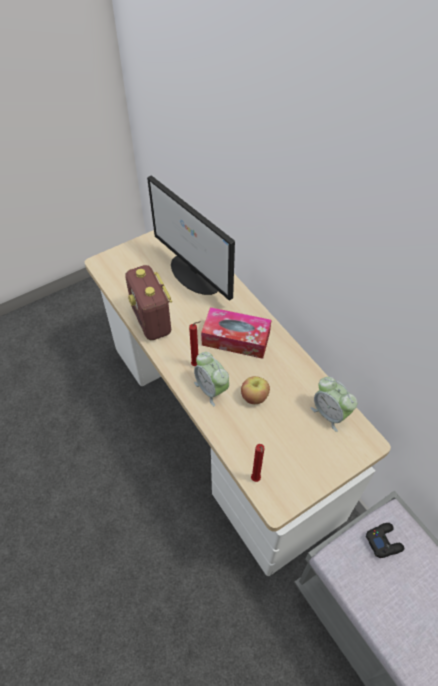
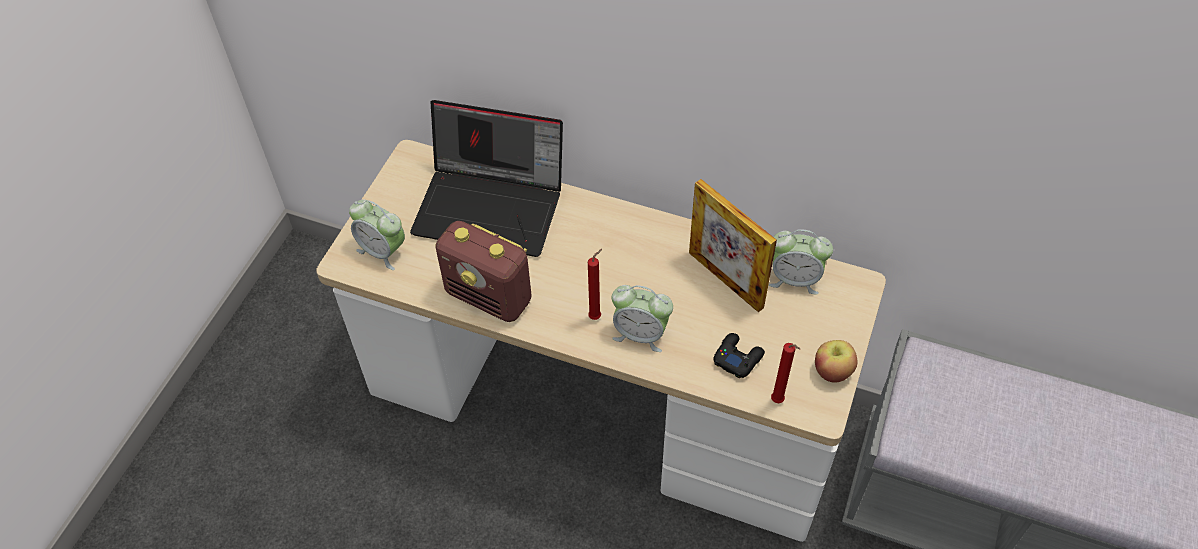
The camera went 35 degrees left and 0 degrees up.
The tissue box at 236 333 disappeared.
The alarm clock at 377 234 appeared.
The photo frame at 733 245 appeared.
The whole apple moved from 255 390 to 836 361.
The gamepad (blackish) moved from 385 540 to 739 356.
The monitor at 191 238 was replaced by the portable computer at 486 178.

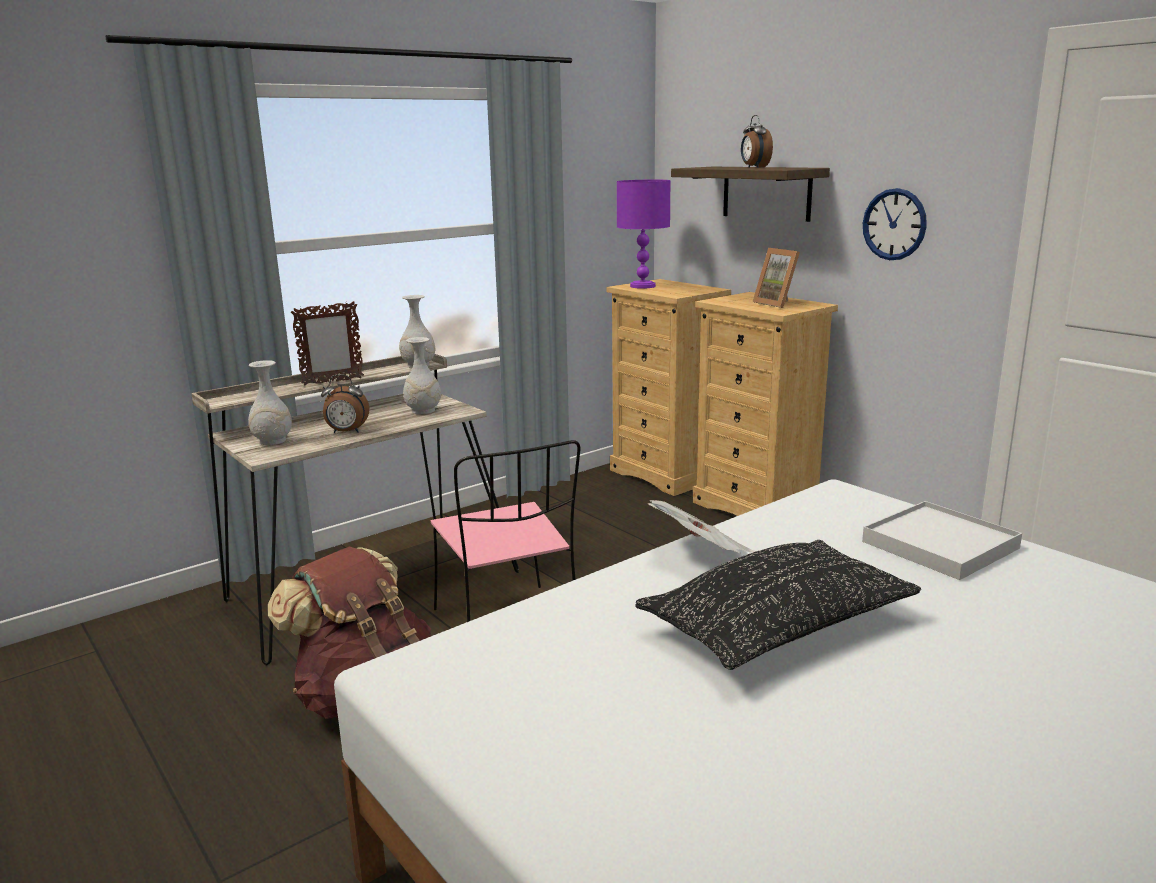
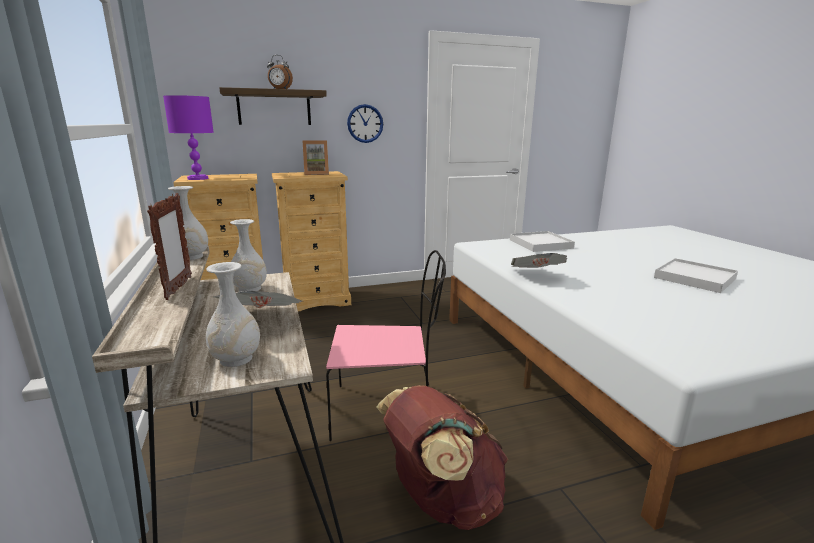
The camera went 70 degrees left and 0 degrees up.
The throw pillow (blackish) at 778 605 disappeared.
The carrying tray (white) at 696 275 appeared.
The alarm clock at 345 403 was replaced by the printed paper at 257 299.

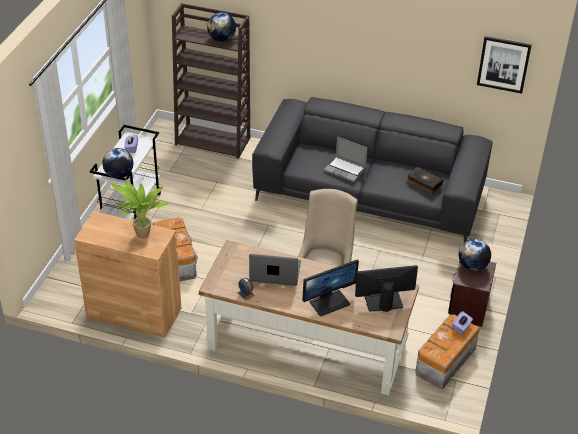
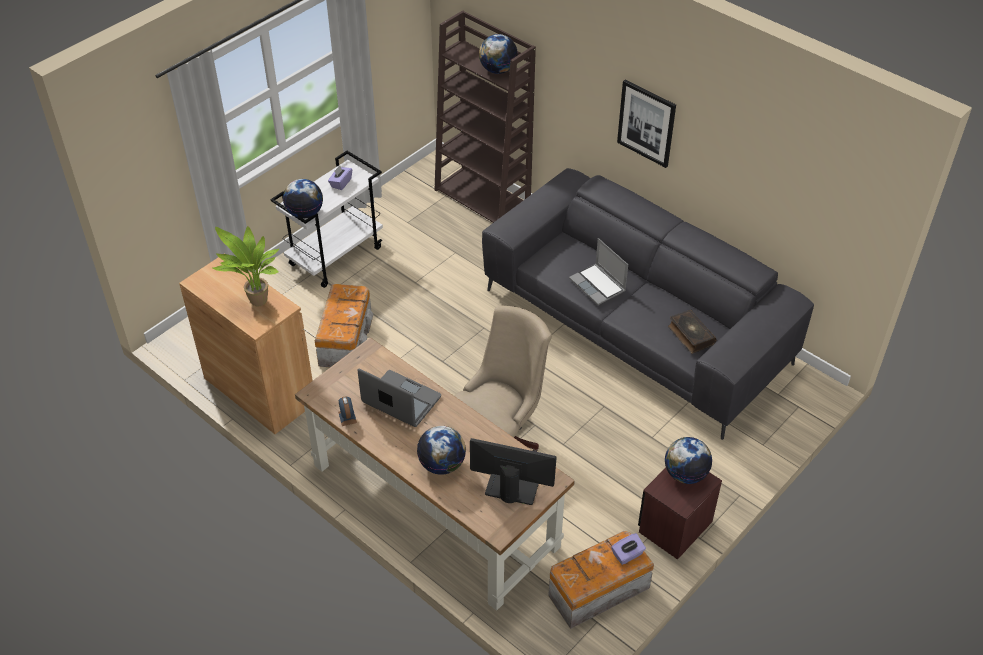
The camera went 25 degrees right and 5 degrees up.
The picture moved from 504 65 to 646 124.
The monitor at 330 287 was replaced by the desk globe at 441 450.

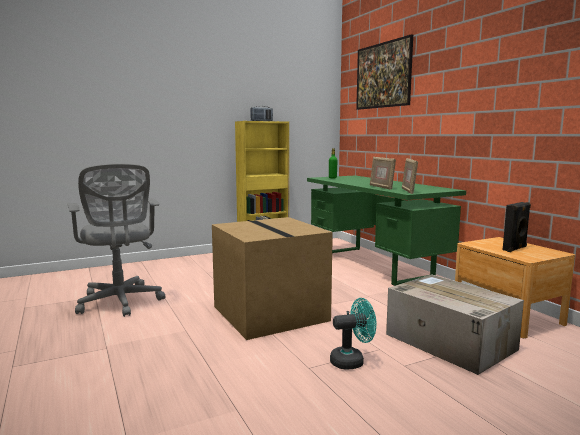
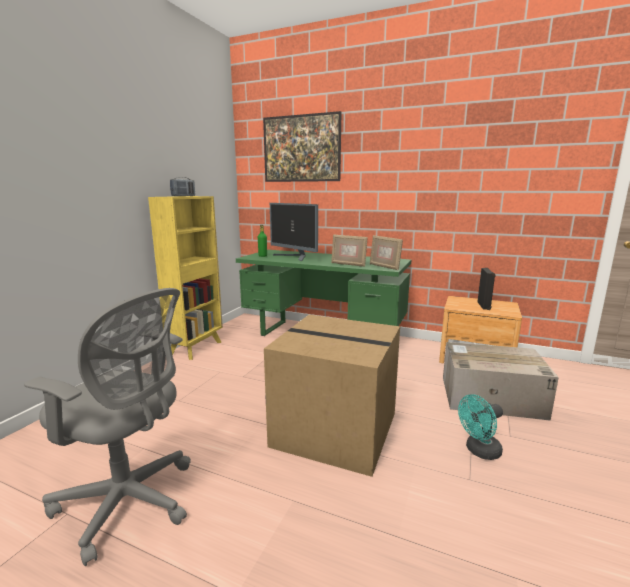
The camera went 40 degrees left and 5 degrees up.
The monitor at 294 232 appeared.
The electric fan (turquoise-coloured) at 353 334 turned 150 degrees counterclockwise.

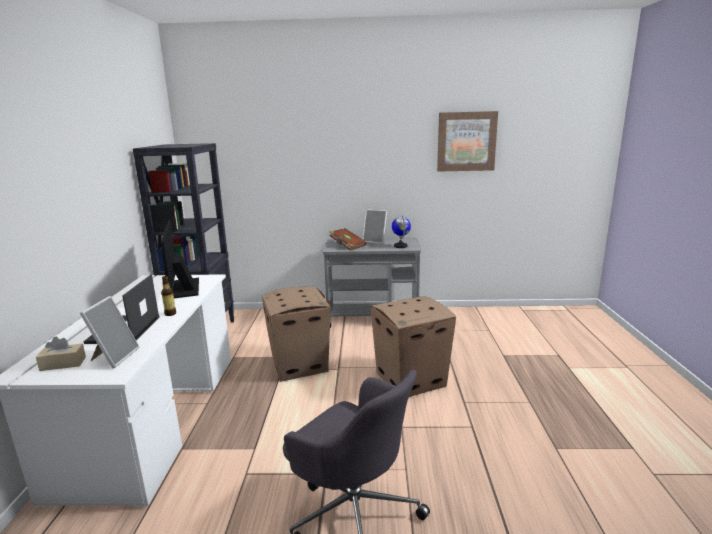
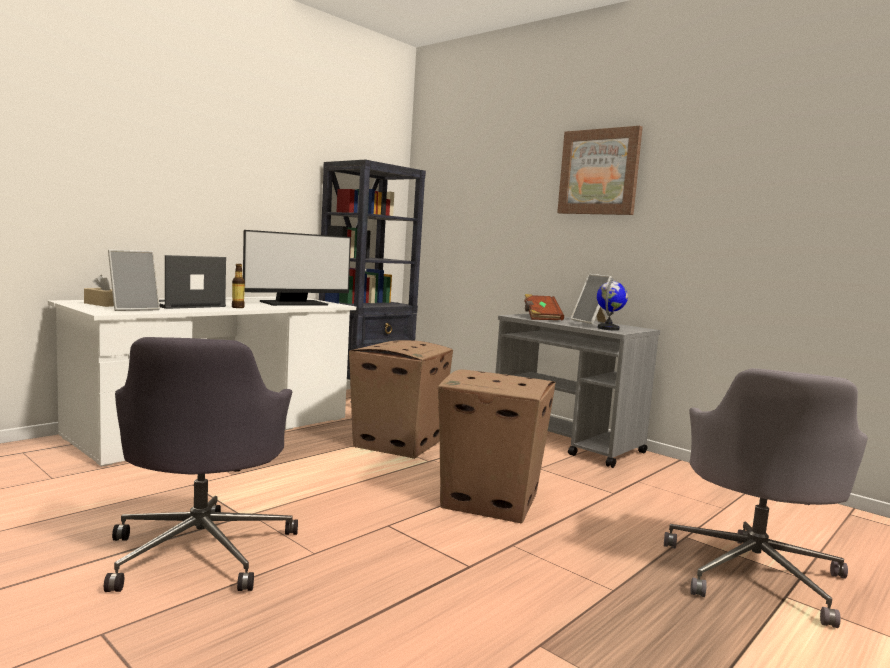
The camera went 40 degrees right and 10 degrees down.
The desk chair (greyish) at 766 498 appeared.
The picture moved from 467 141 to 600 170.
The monitor at 179 259 turned 150 degrees counterclockwise.

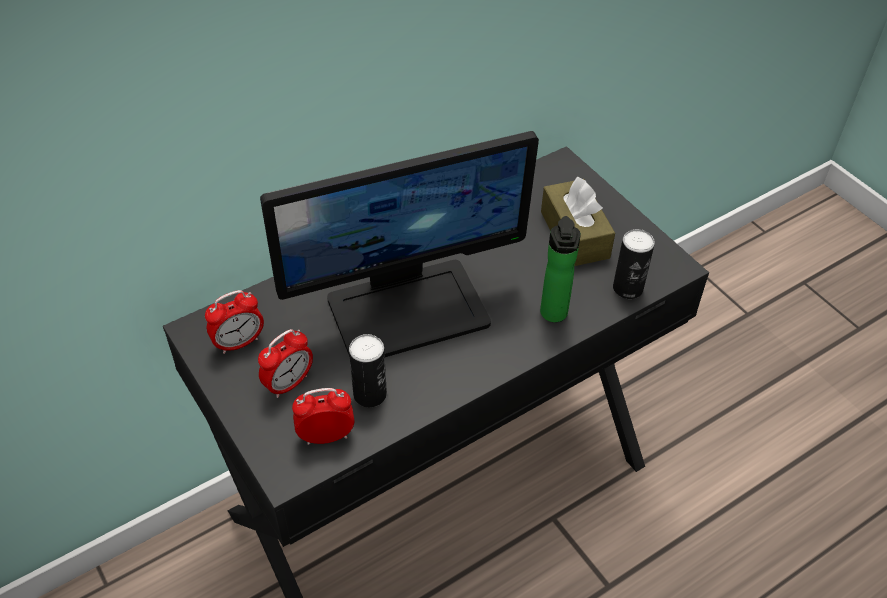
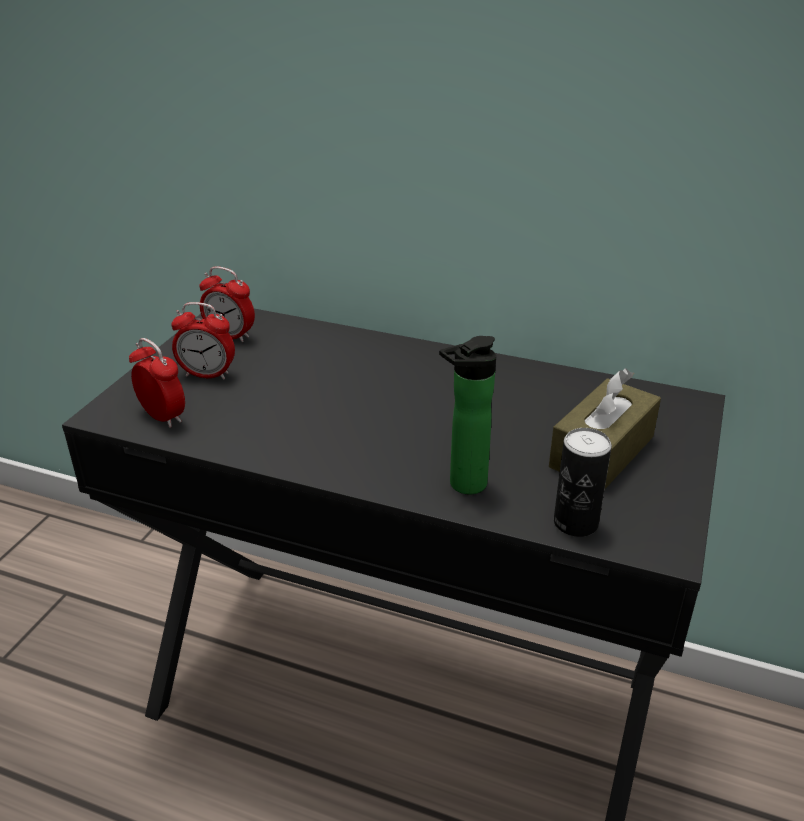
The camera went 55 degrees right and 15 degrees down.
The monitor at 399 244 disappeared.
The sealed can at 368 371 disappeared.

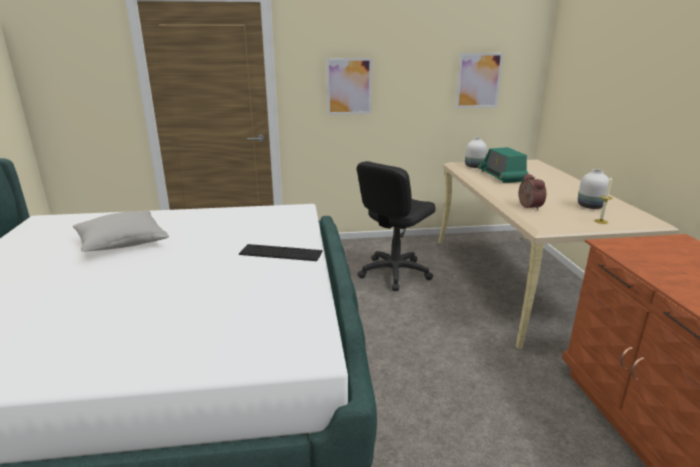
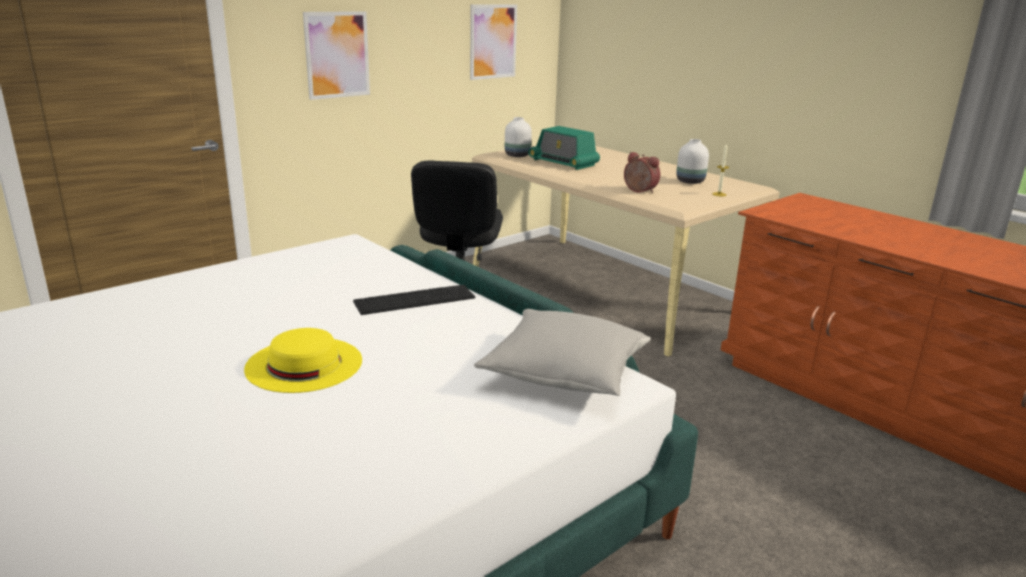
The camera went 35 degrees left and 0 degrees up.
The clothing hat (yellowish) at 303 360 appeared.
The throw pillow (greyish) moved from 121 231 to 562 352.

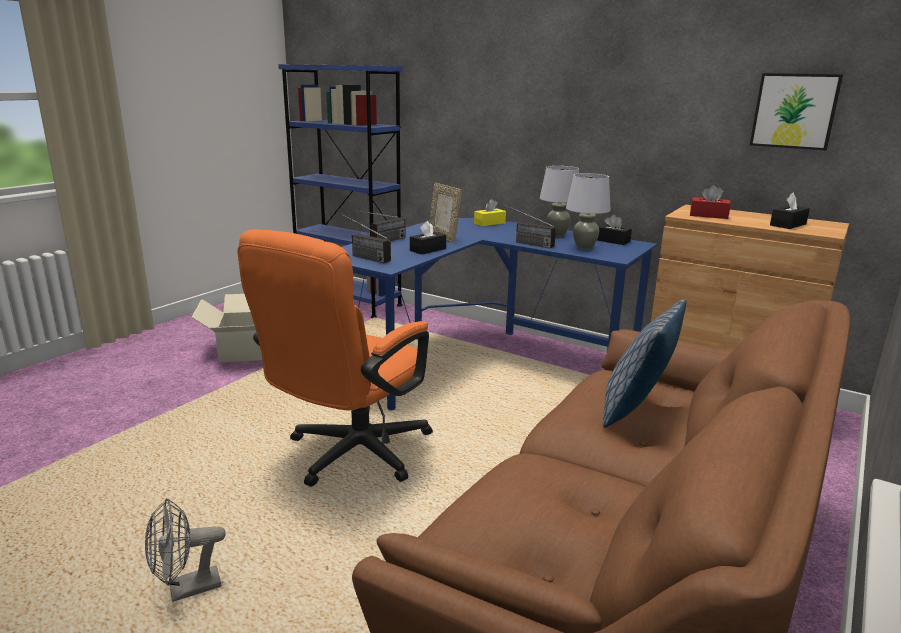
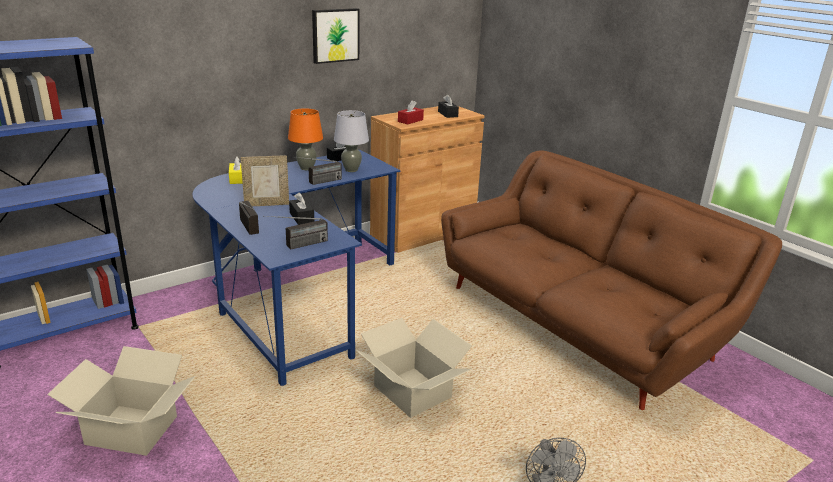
The camera went 70 degrees left and 5 degrees up.
The throw pillow at 644 363 disappeared.
The picture moved from 796 111 to 335 36.
The desk chair (orange) at 335 358 was replaced by the packing box at 414 368.
The lamp for a table (greyish) at 559 201 became the lamp for a table (orange) at 305 139.

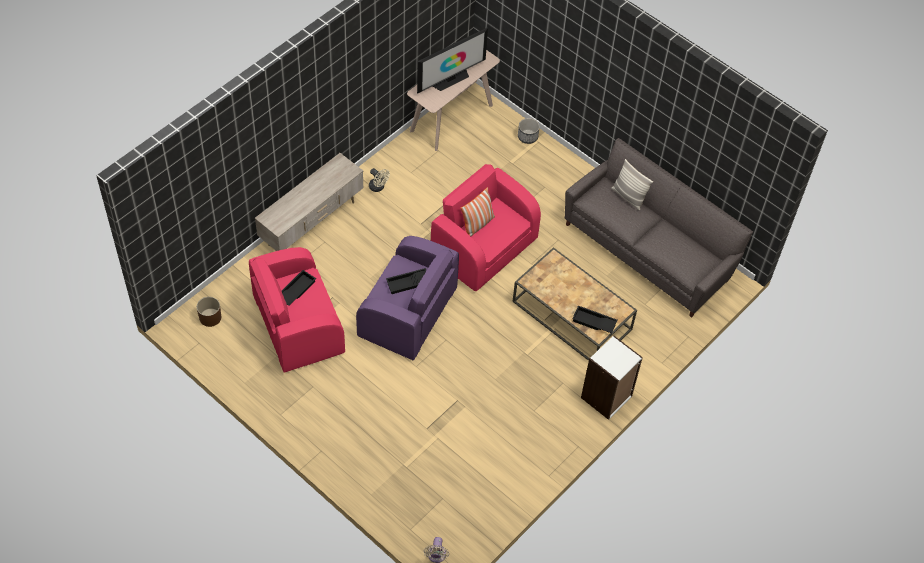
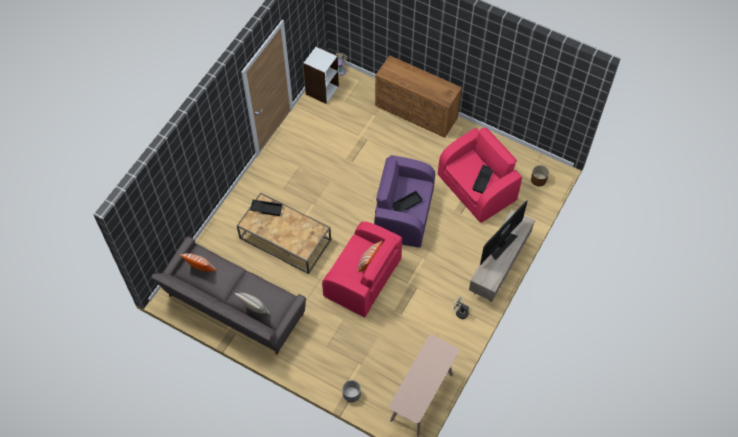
The camera went 170 degrees right and 5 degrees up.
The throw pillow at 198 262 appeared.
The dresser (brown-coloured) at 418 96 appeared.
The television moved from 452 60 to 504 233.
The shelving unit (white) moved from 612 377 to 321 75.

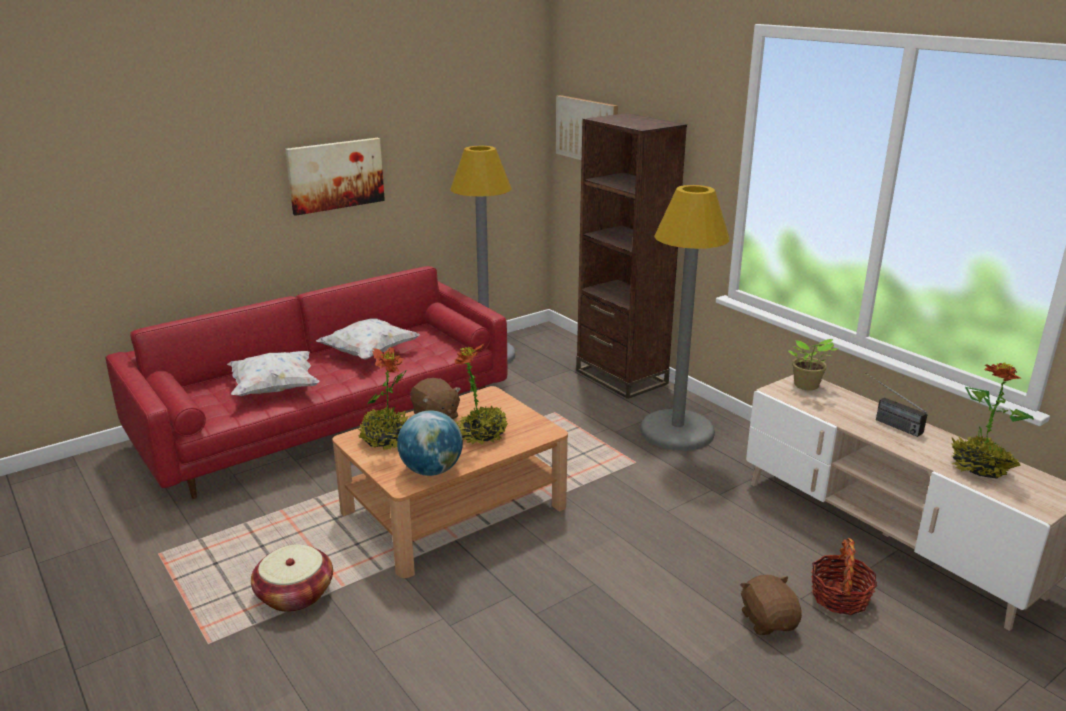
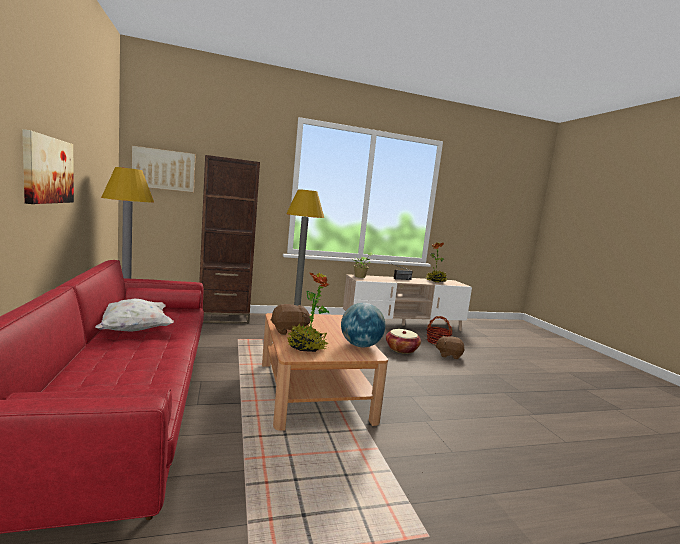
The camera went 70 degrees left and 15 degrees down.
The throw pillow (white) at 273 373 disappeared.
The plant in a pot at 481 394 disappeared.
The household basket moved from 292 578 to 403 341.

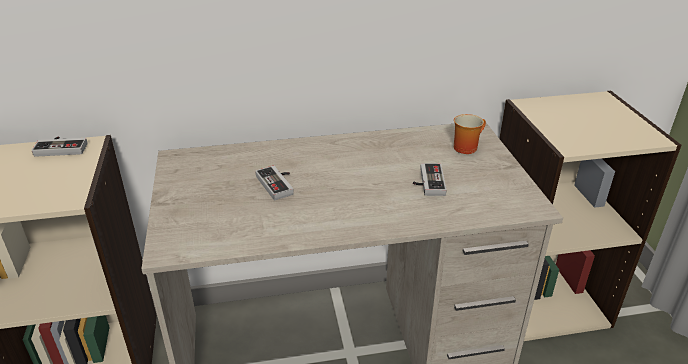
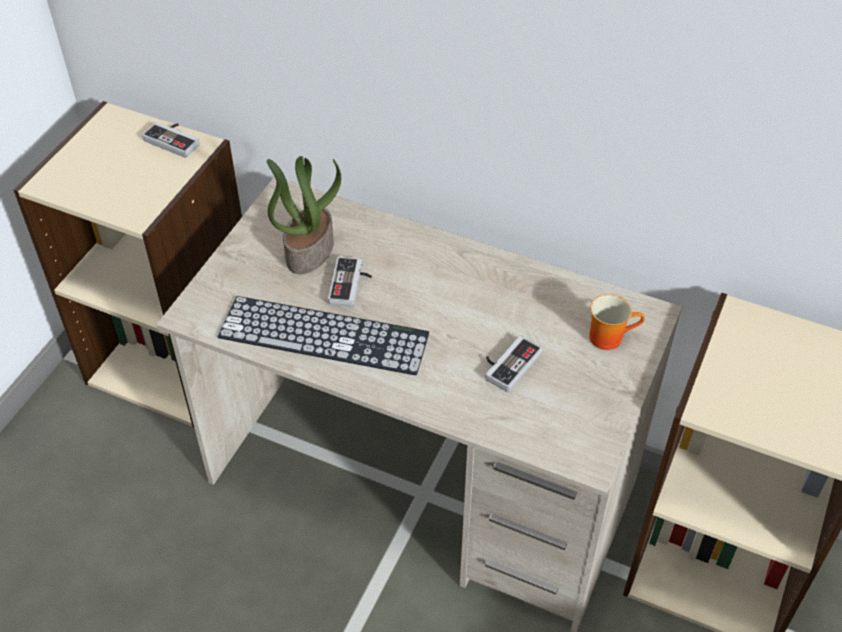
The camera went 35 degrees right and 15 degrees up.
The computer keyboard at 323 335 appeared.
The plant in a pot at 304 215 appeared.

